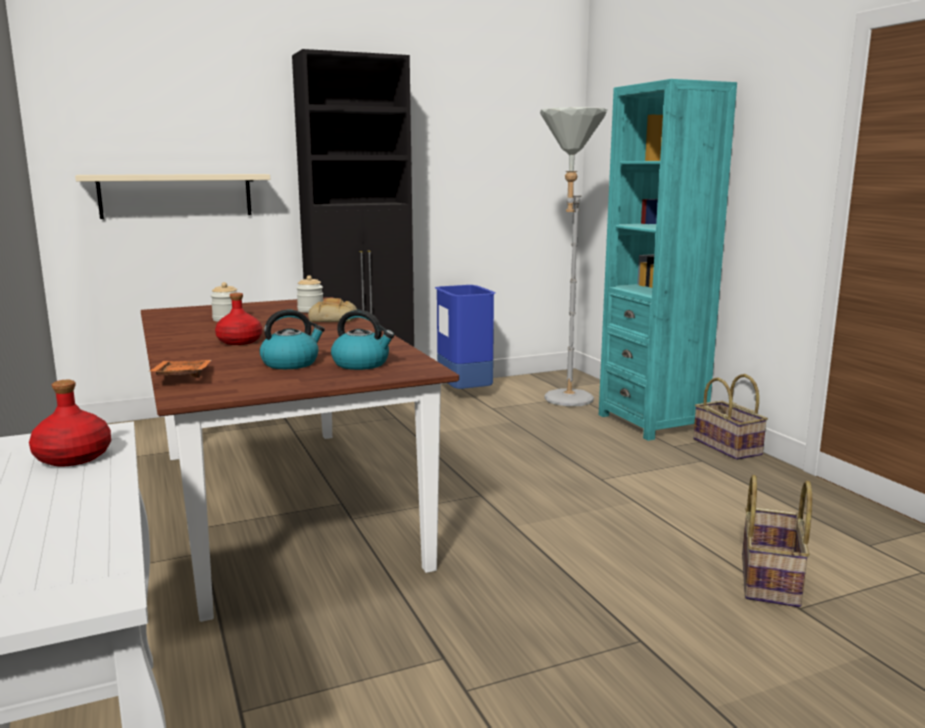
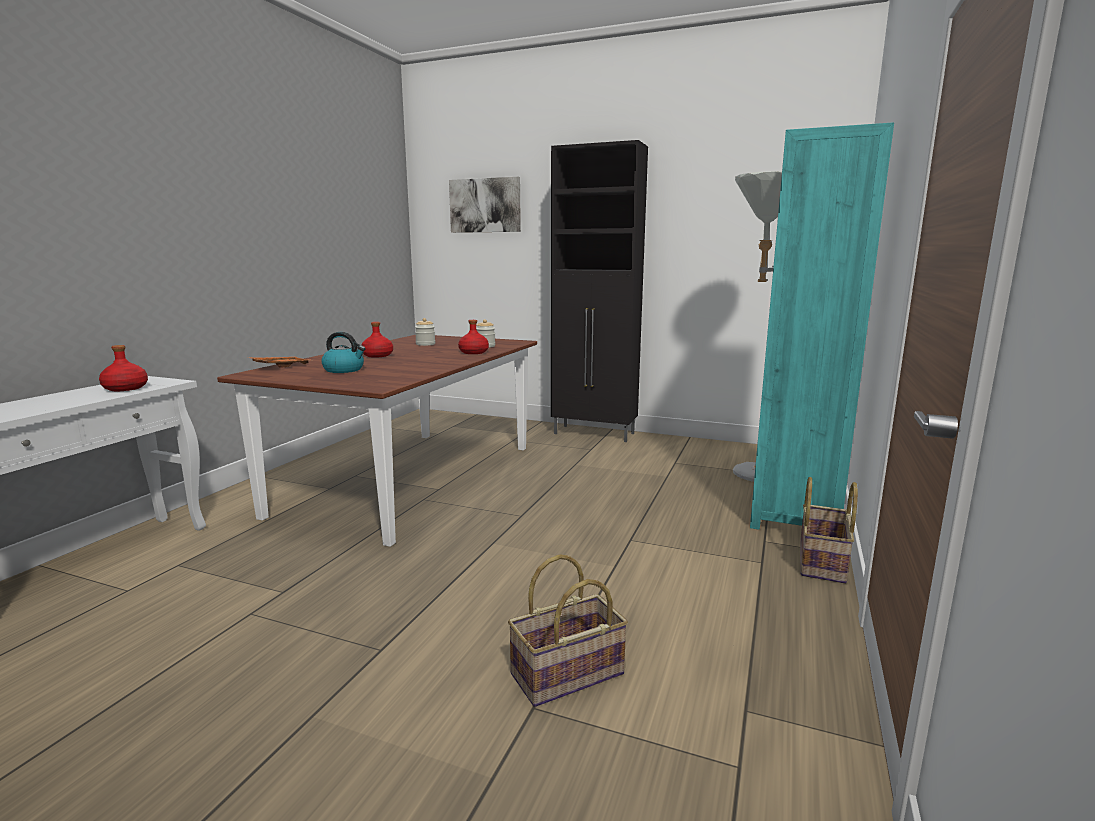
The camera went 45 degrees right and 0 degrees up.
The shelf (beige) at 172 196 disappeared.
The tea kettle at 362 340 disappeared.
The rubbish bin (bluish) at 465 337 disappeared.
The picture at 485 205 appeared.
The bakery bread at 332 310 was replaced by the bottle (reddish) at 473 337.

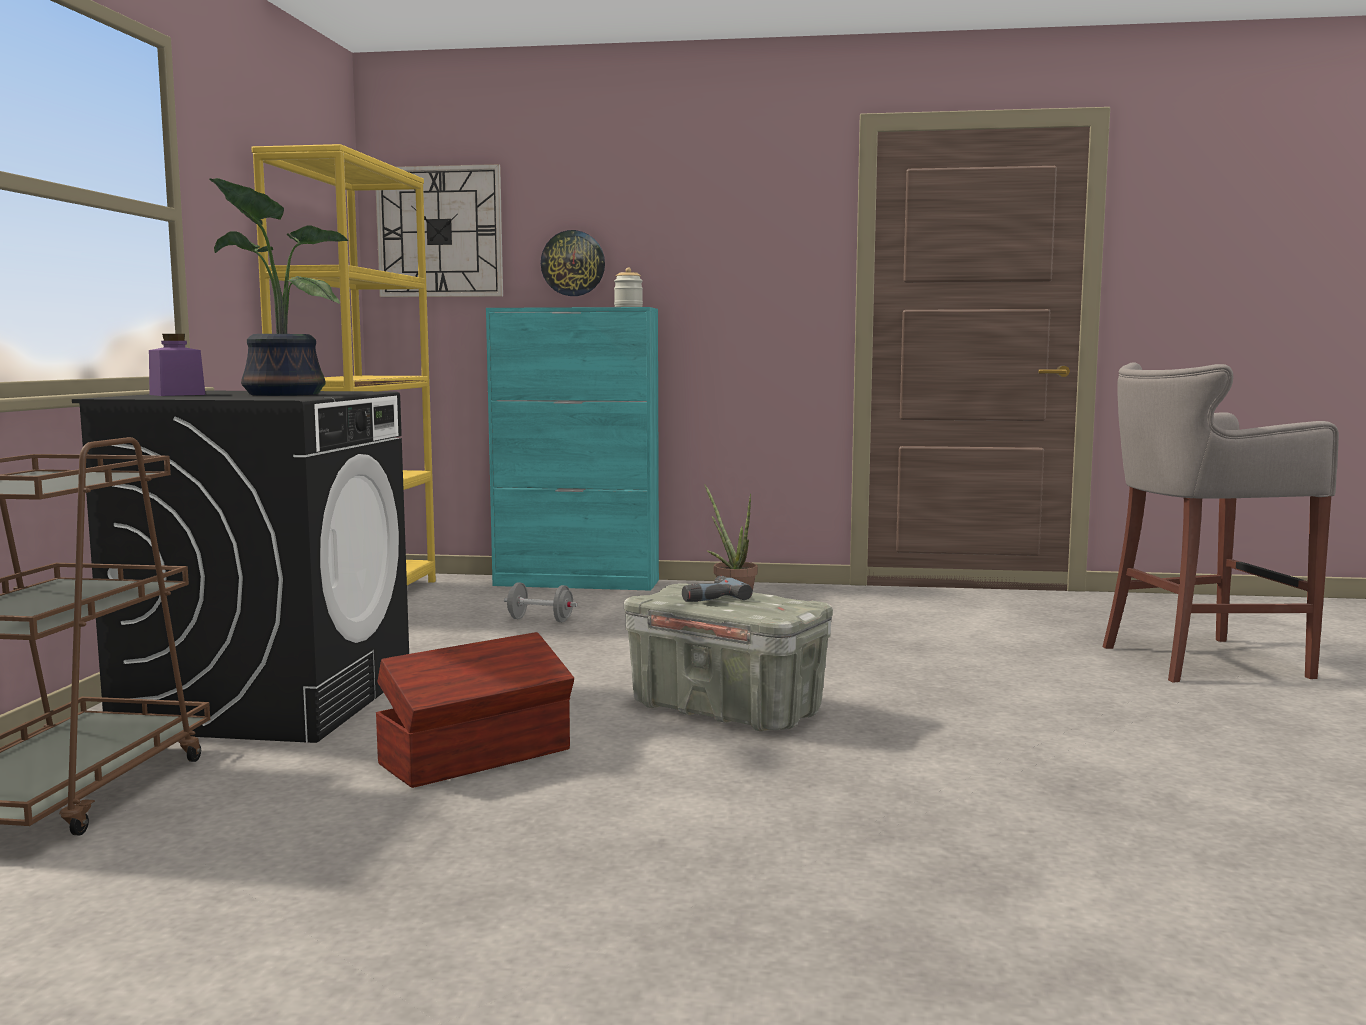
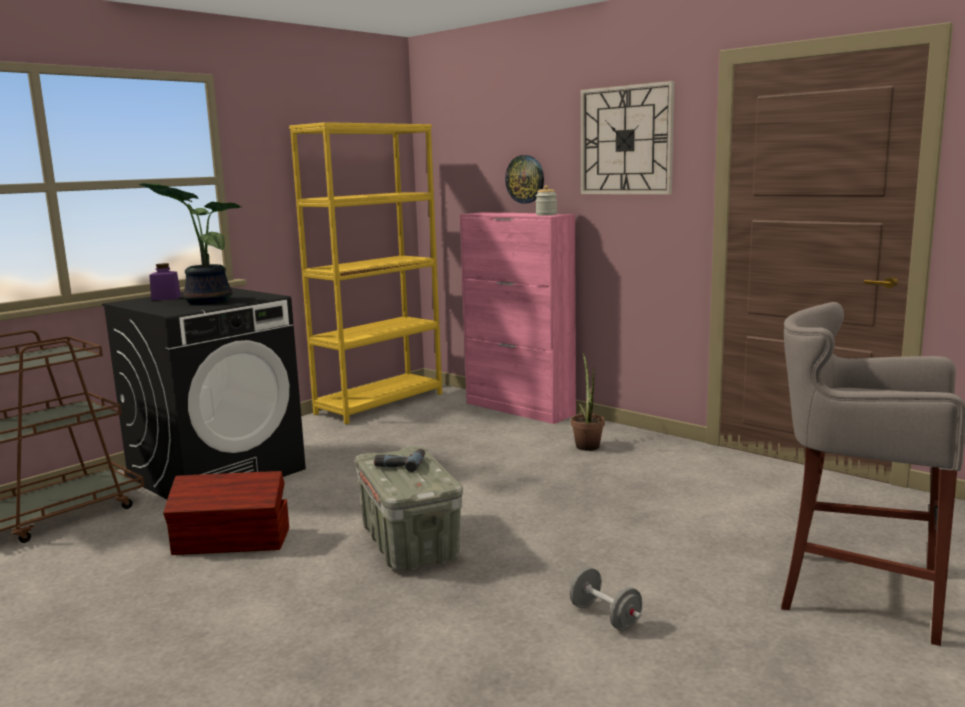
The camera went 35 degrees right and 5 degrees up.
The clock on the wall moved from 439 230 to 627 138.
The free weight (greyish) moved from 540 602 to 606 599.
The storage cabinet (turquoise-coloured) at 572 449 became the storage cabinet (pinkish) at 518 318.

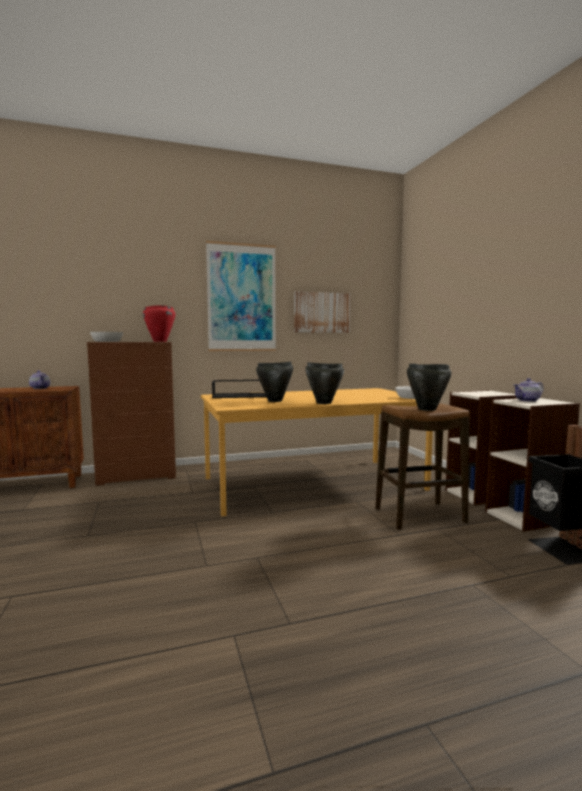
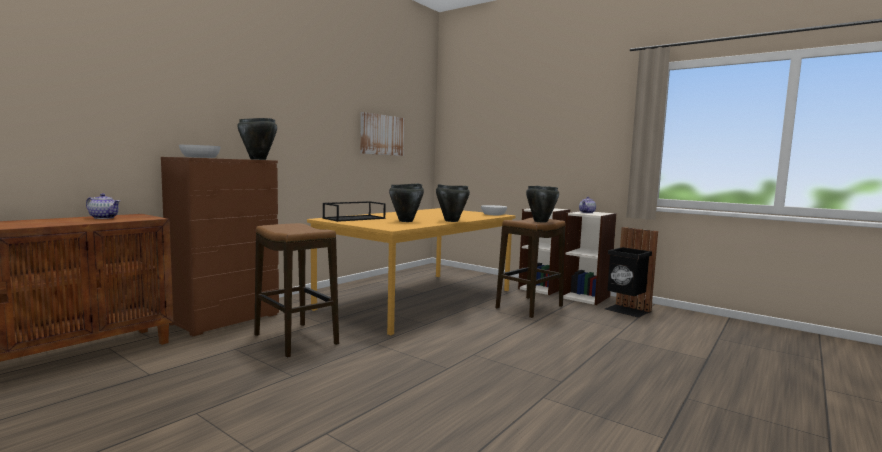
The camera went 35 degrees left and 0 degrees up.
The picture at 241 296 disappeared.
The stool at 296 290 appeared.
The stockpot (reddish) at 159 323 became the stockpot (blackish) at 257 139.

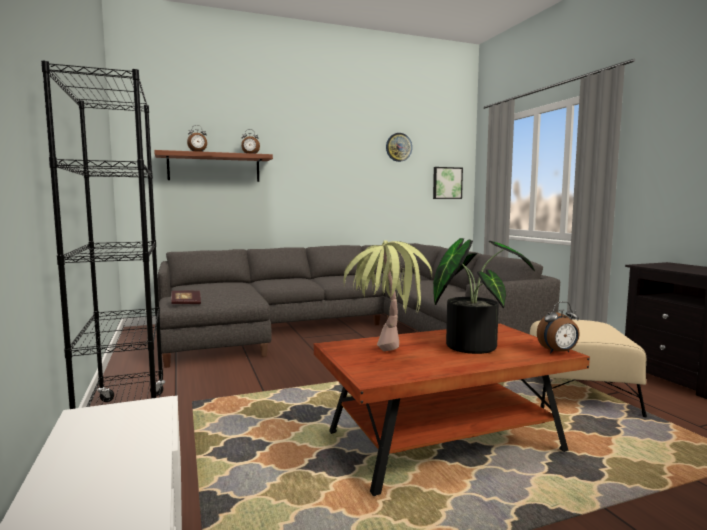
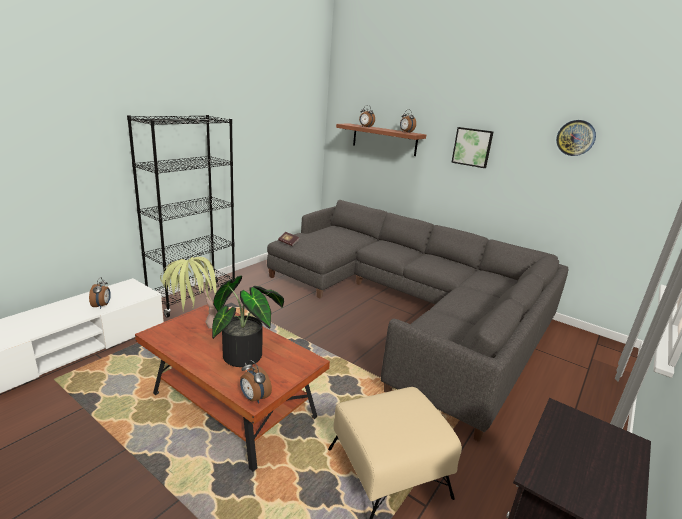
The camera went 55 degrees right and 15 degrees up.
The alarm clock at 100 293 appeared.
The picture moved from 448 183 to 472 147.

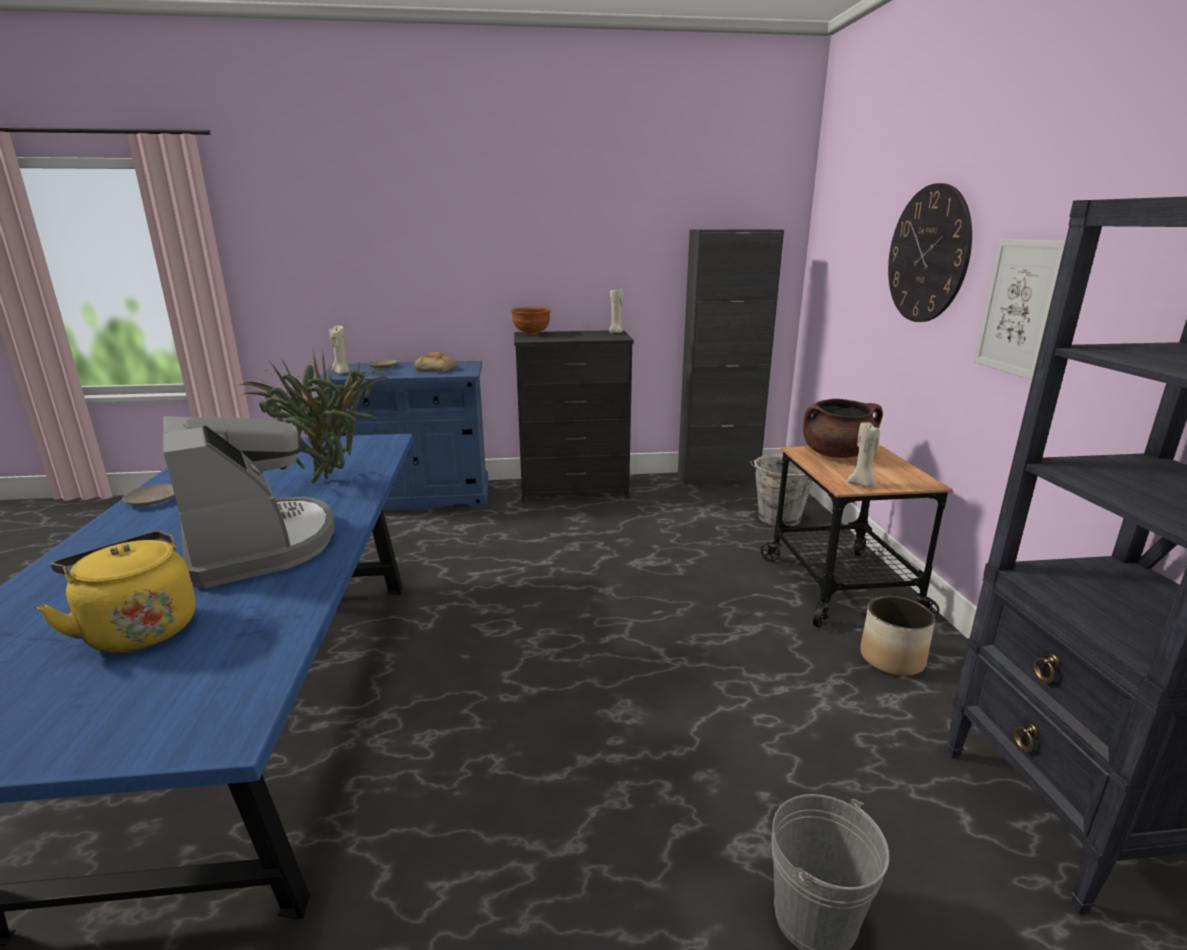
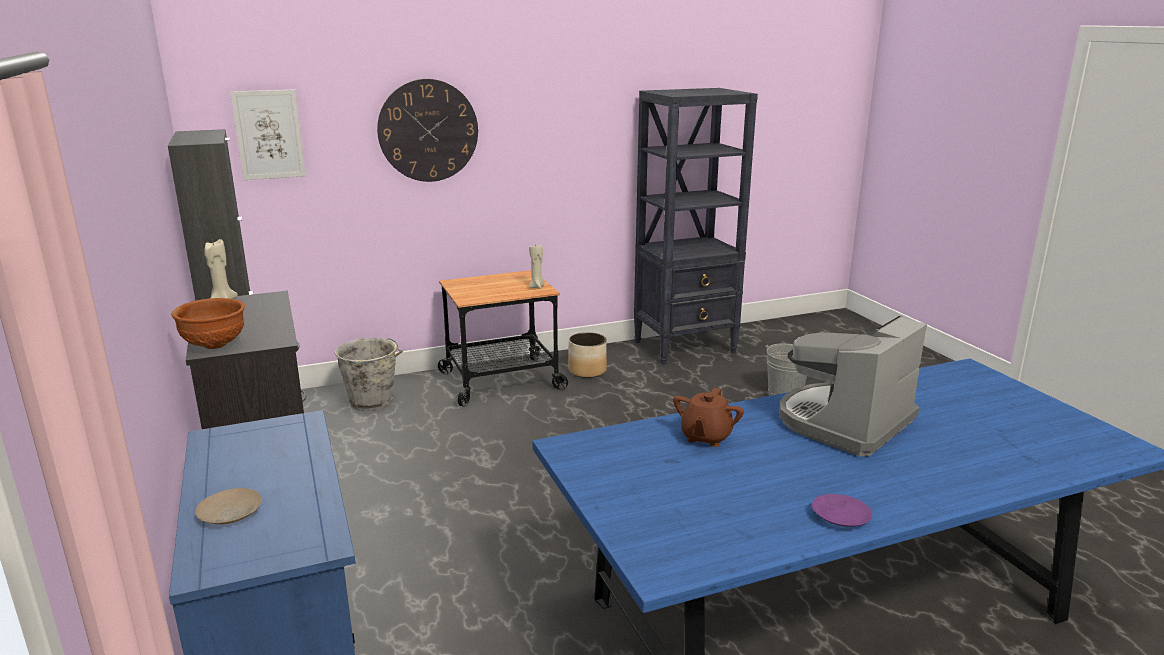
The camera went 105 degrees left and 0 degrees up.
The tea kettle (yellowish) at 116 592 disappeared.
The candle (beige) at 339 350 disappeared.
The bakery bread at 435 362 disappeared.
The stockpot (brown-coloured) at 843 428 disappeared.
The picture moved from 1019 309 to 268 134.
The plant in a pot at 313 416 was replaced by the tea pot (brown-coloured) at 708 417.
The flat dish (beige) at 148 495 became the flat dish (purple) at 842 510.

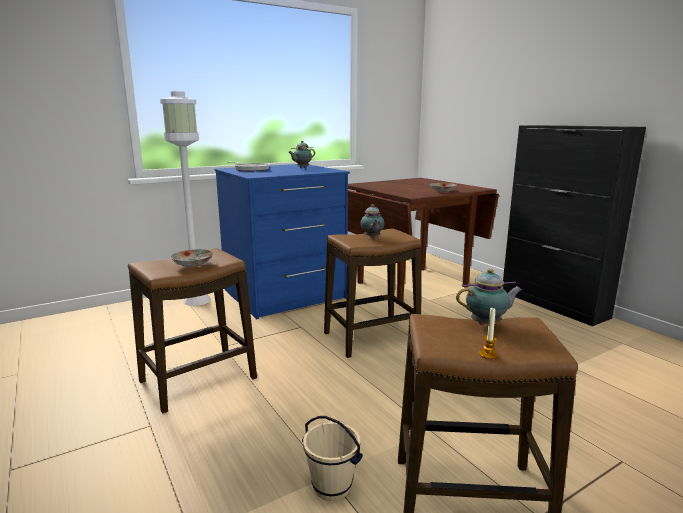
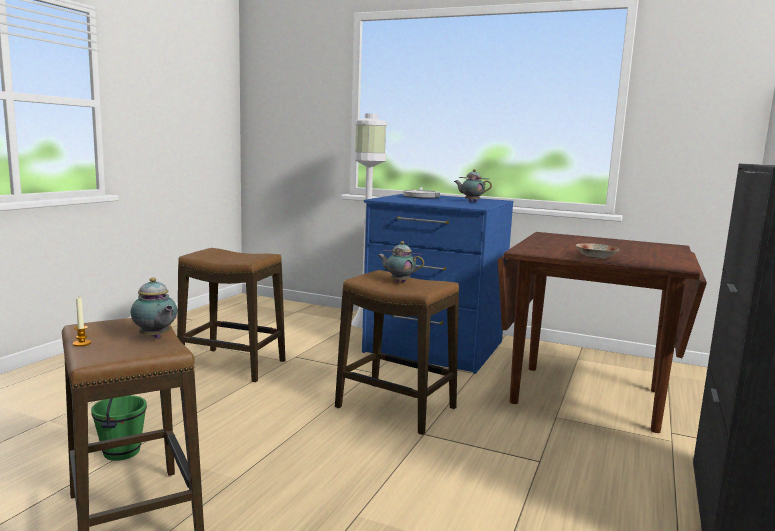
The camera went 55 degrees right and 5 degrees down.
The flat dish at 192 258 disappeared.
The pail (beige) at 332 458 became the pail (green) at 119 428.
The tea pot at 372 221 turned 60 degrees clockwise.

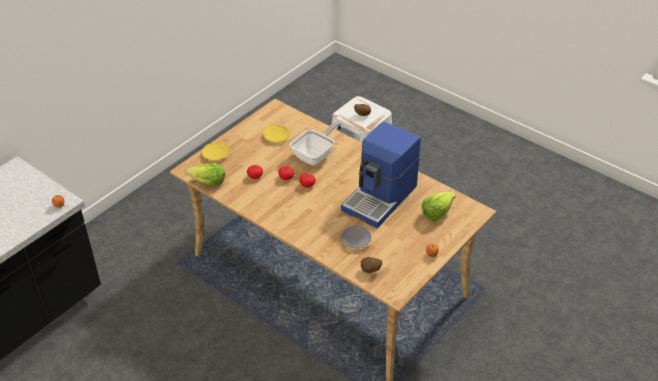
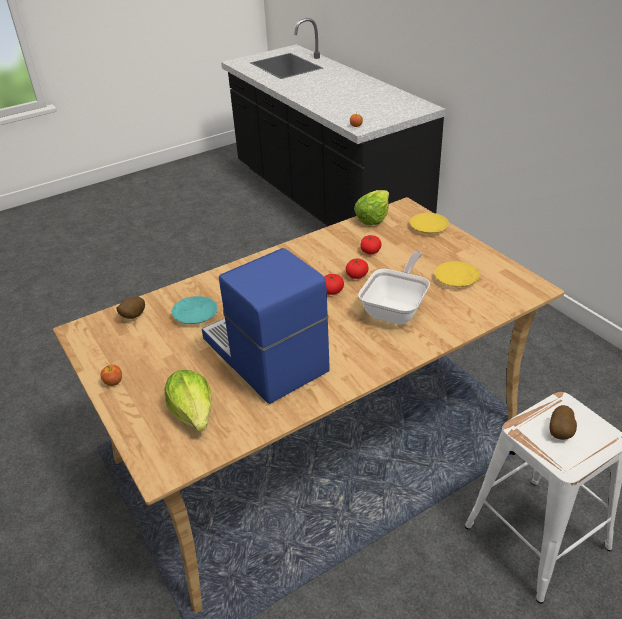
The camera went 110 degrees right and 5 degrees down.
The flat dish (greyish) at 356 237 became the flat dish (turquoise-coloured) at 194 310.
The skillet at 315 143 turned 120 degrees counterclockwise.

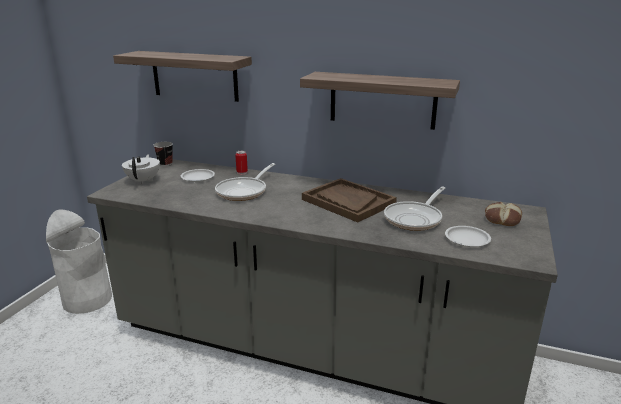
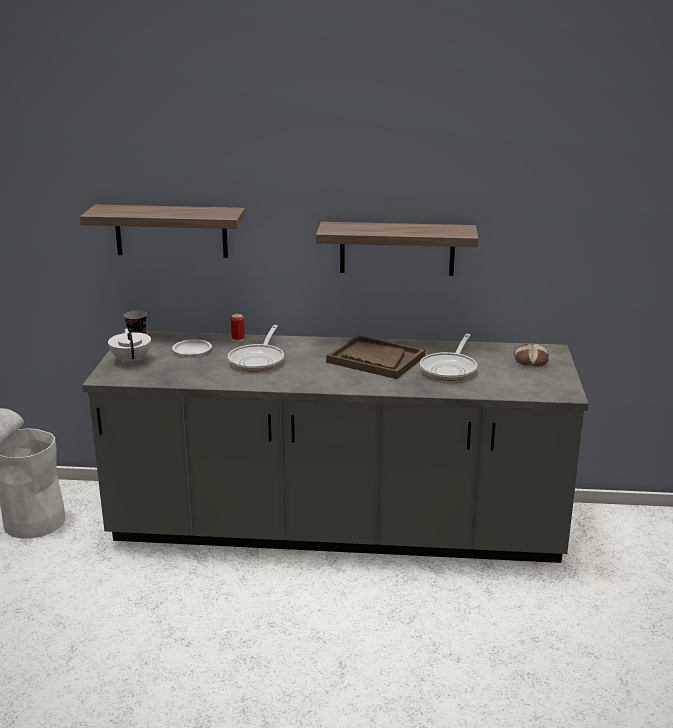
The camera went 15 degrees left and 0 degrees up.
The flat dish (white) at 468 236 disappeared.

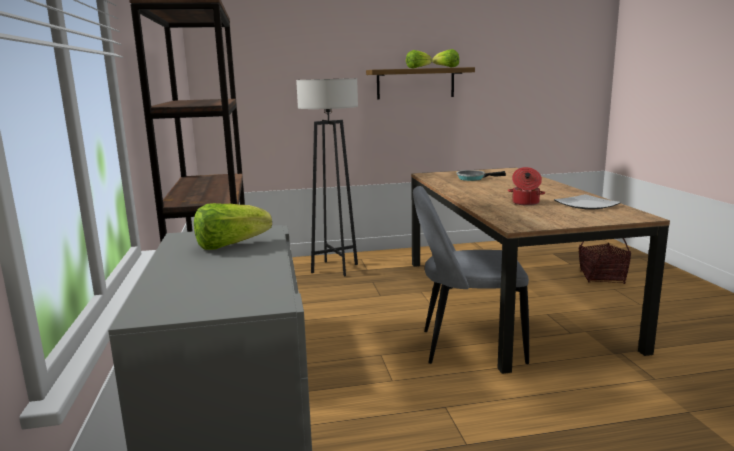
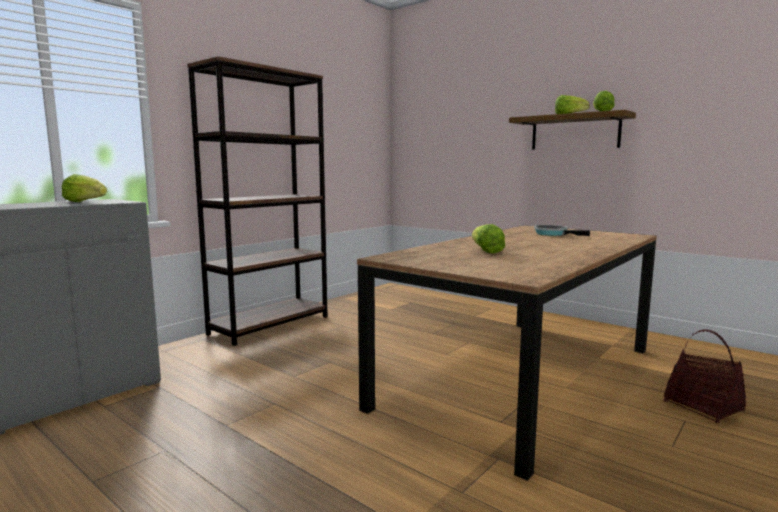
The camera went 50 degrees right and 5 degrees down.
The standing lamp (greyish) at 327 177 disappeared.
The upright chair (greyish) at 471 275 disappeared.
The flat dish at 587 202 disappeared.
The stockpot at 526 186 was replaced by the lettuce at 488 238.

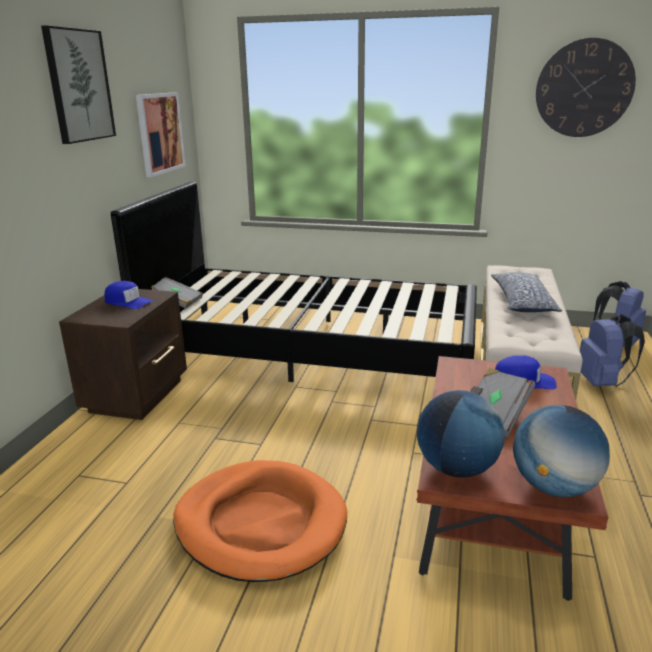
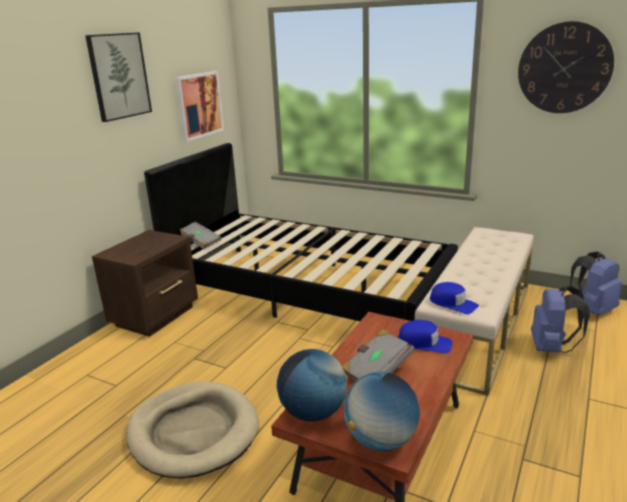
The camera went 15 degrees right and 0 degrees up.
The throw pillow at 526 292 disappeared.
The baseball cap (bluish) moved from 129 295 to 454 298.
The dog bed (orange) at 260 521 became the dog bed (beige) at 193 430.

